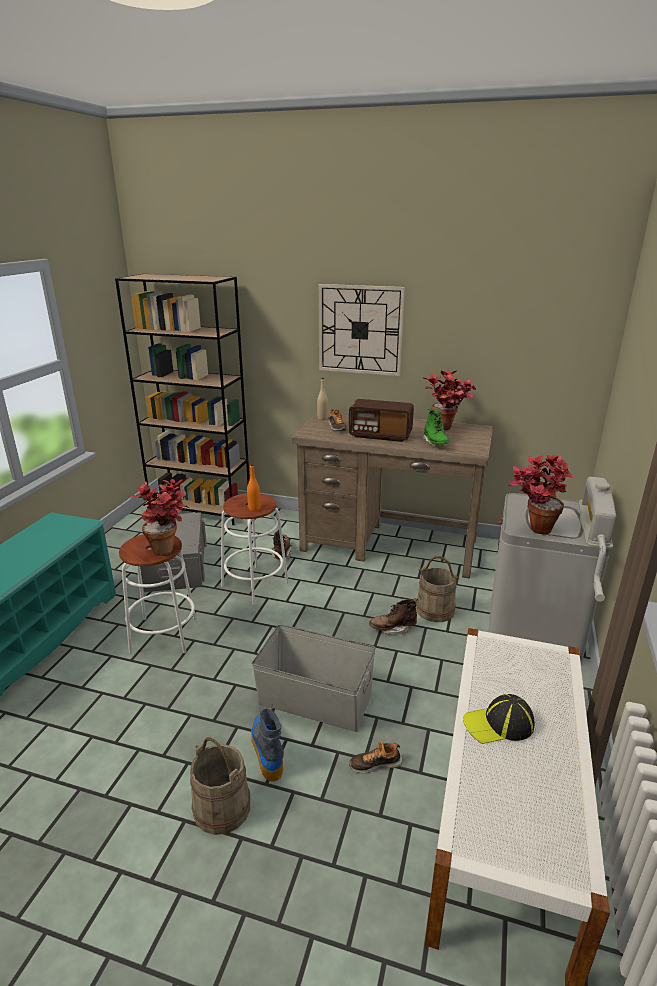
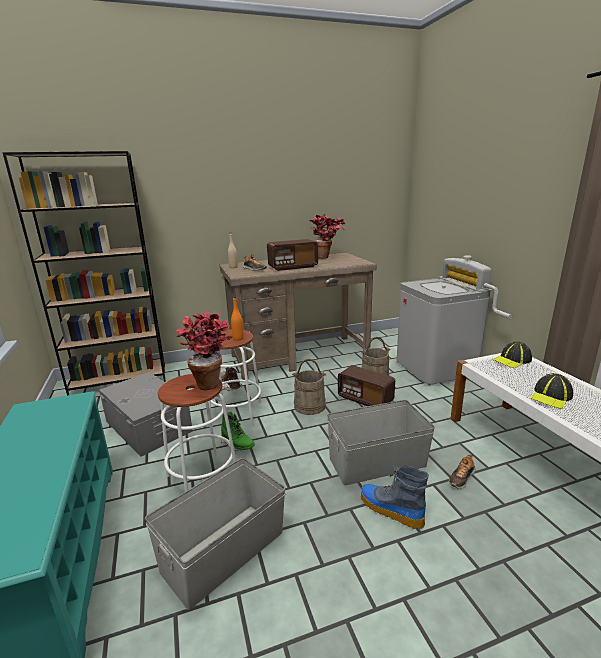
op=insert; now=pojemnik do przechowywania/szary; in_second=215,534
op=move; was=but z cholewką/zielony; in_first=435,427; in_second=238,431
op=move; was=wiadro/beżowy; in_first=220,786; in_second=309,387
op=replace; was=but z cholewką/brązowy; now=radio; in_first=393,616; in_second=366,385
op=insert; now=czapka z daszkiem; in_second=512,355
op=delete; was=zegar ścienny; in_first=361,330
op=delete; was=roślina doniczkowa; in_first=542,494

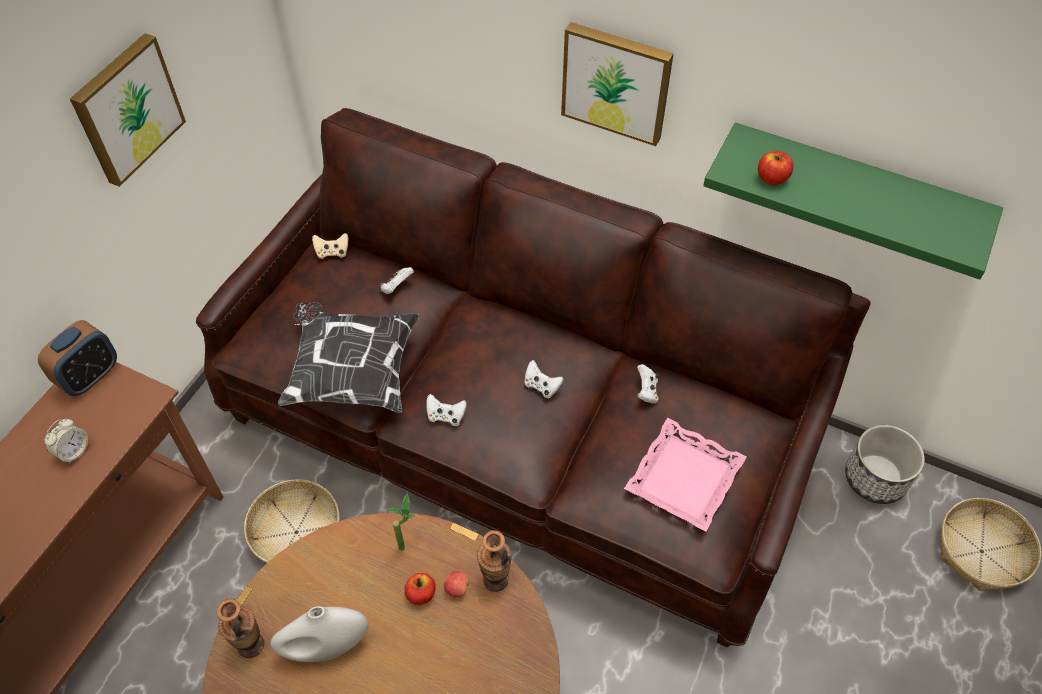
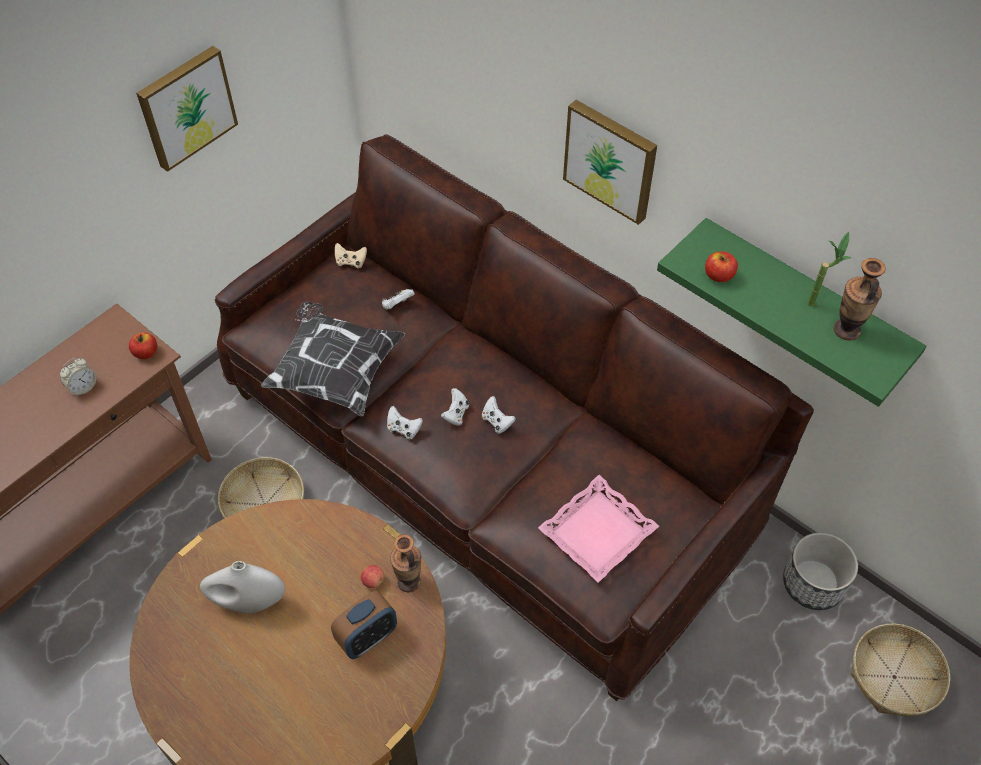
op=move; was=jabłko; in_first=420,589; in_second=143,345
op=move; was=budzik; in_first=77,358; in_second=364,625
op=move; was=pad do gier/biały; in_first=648,383; in_second=455,407
op=move; was=roślina doniczkowa; in_first=401,522; in_second=829,269
op=move; was=wazon; in_first=240,628; in_second=859,299

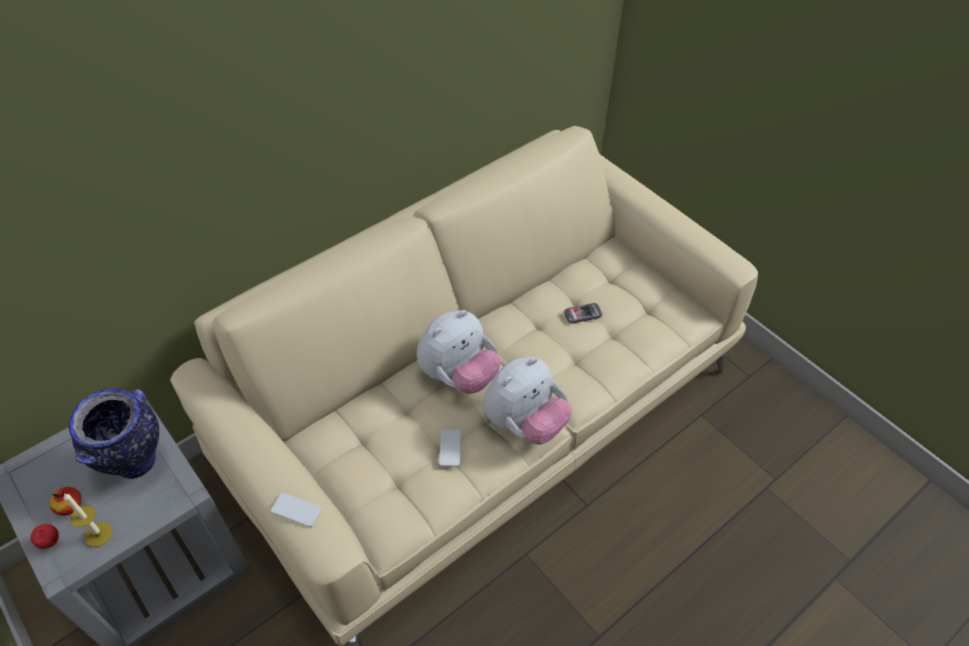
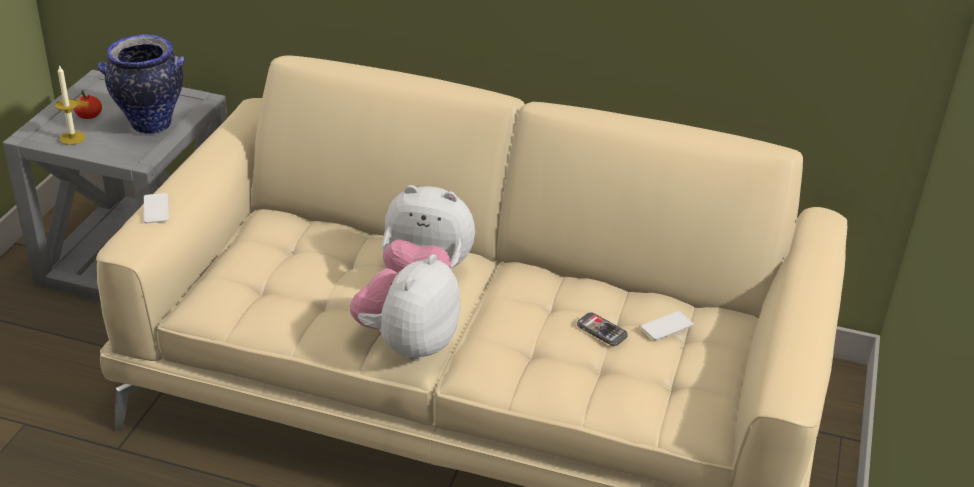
op=rotate; was=pluszak; in_first=527,401; in_second=405,307; clockwise=105
op=move; was=telefon; in_first=450,447; in_second=667,325
op=delete; was=jabłko; in_first=44,536

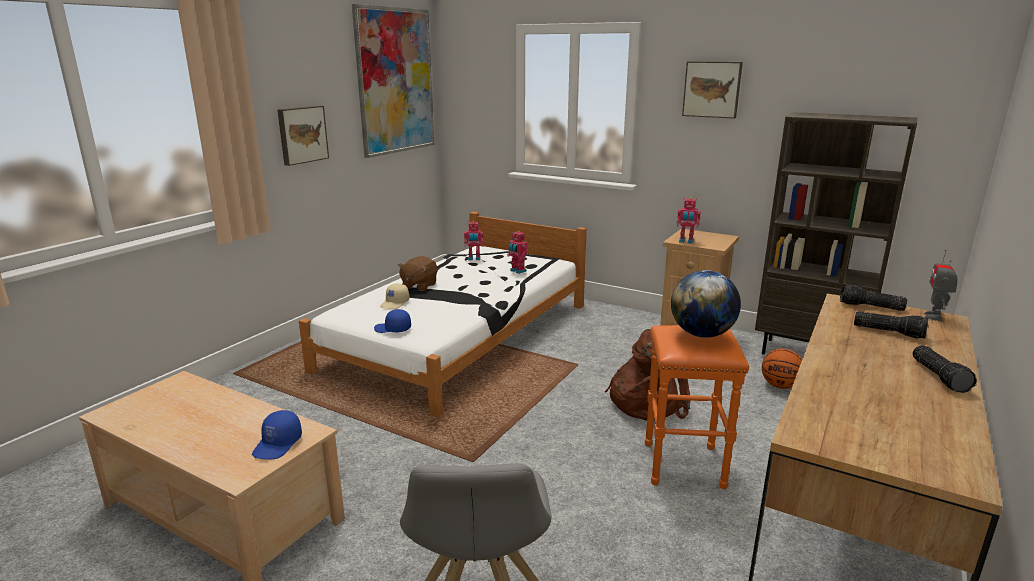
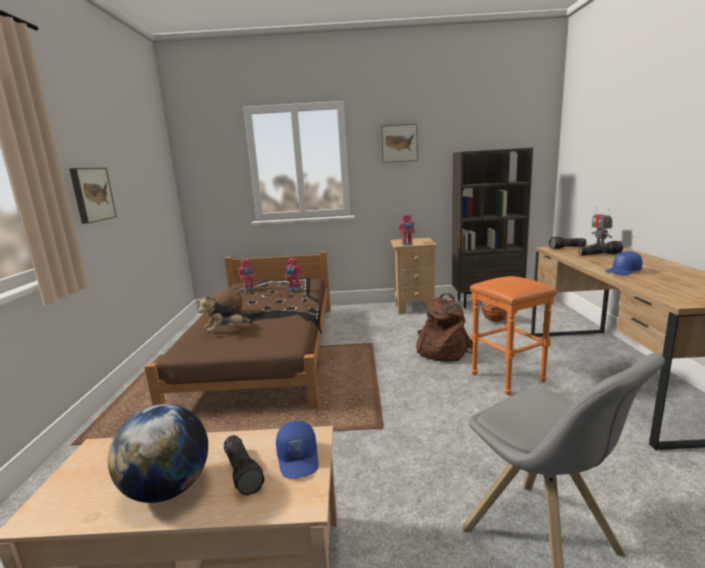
op=move; was=globus; in_first=706,304; in_second=158,453
op=recolor; was=łóżko/biały; now=łóżko/brązowy; in_first=443,314; in_second=237,330
op=replace; was=czapka z daszkiem/beżowy; now=pluszak; in_first=394,296; in_second=225,314
op=move; was=latarka; in_first=945,369; in_second=244,465
op=move; was=czapka z daszkiem/niebieski; in_first=392,321; in_second=624,263
op=delete; was=obraz; in_first=393,81

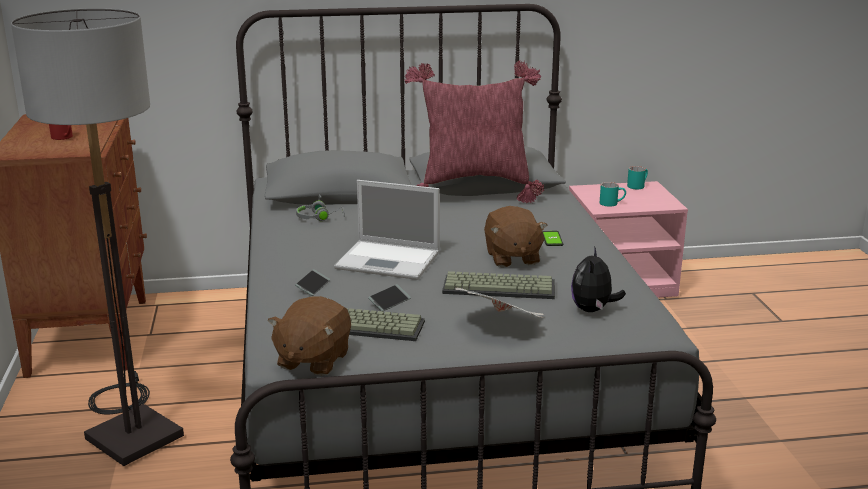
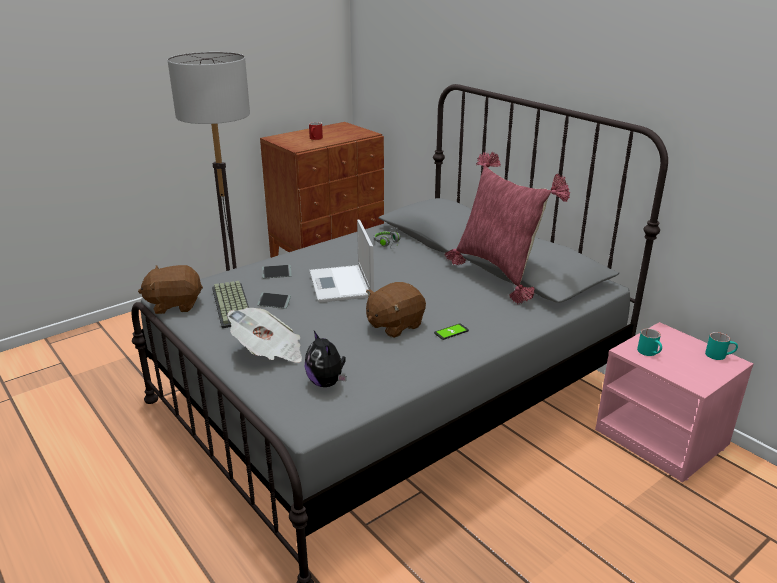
op=rotate; was=pluszak; in_first=598,279; in_second=325,359; clockwise=-105
op=delete; was=klawiatura; in_first=498,285

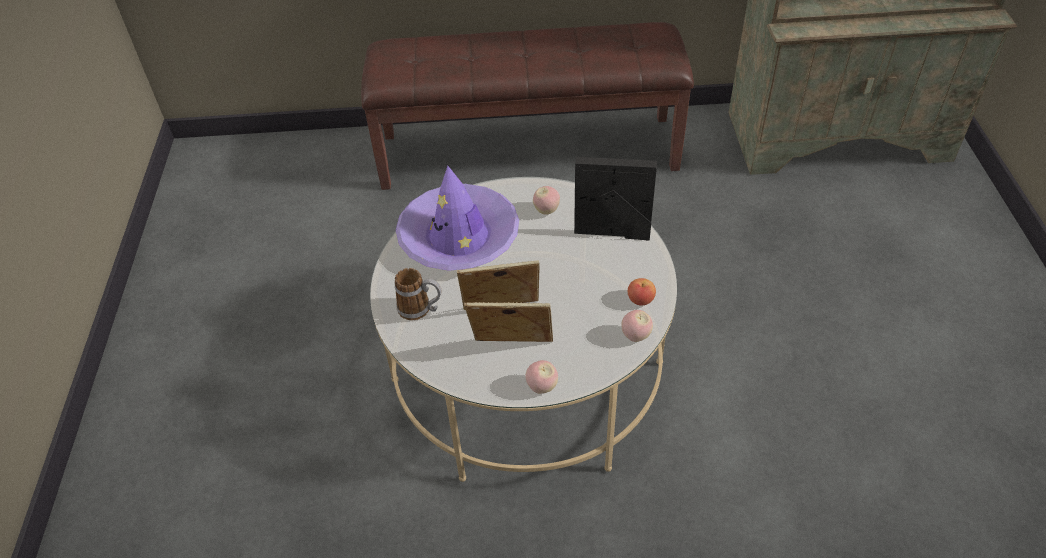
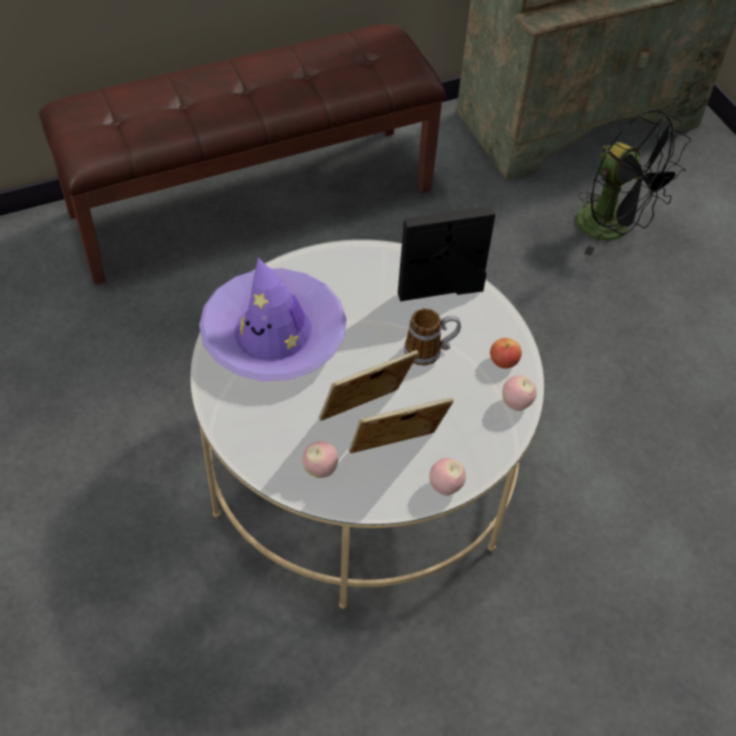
op=move; was=jabłko; in_first=546,200; in_second=320,459
op=move; was=kubek; in_first=418,294; in_second=432,337
op=insert; now=wentylator/czarny; in_second=633,183

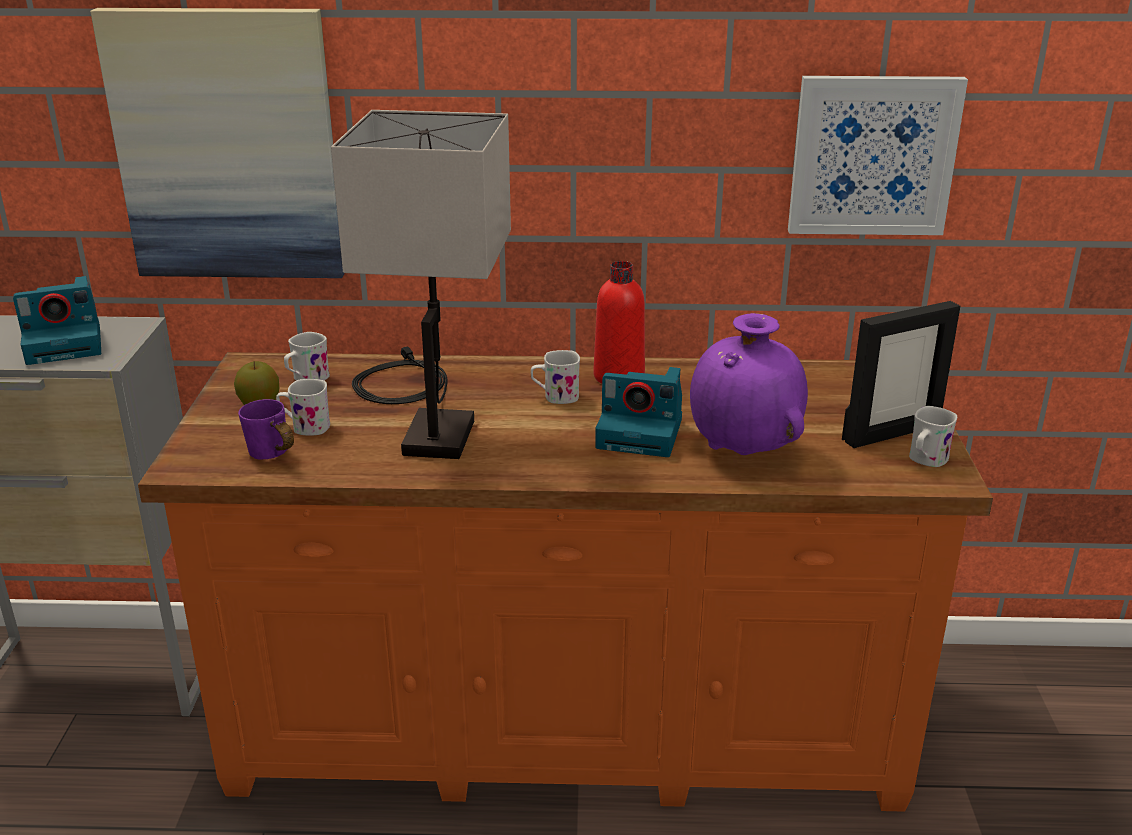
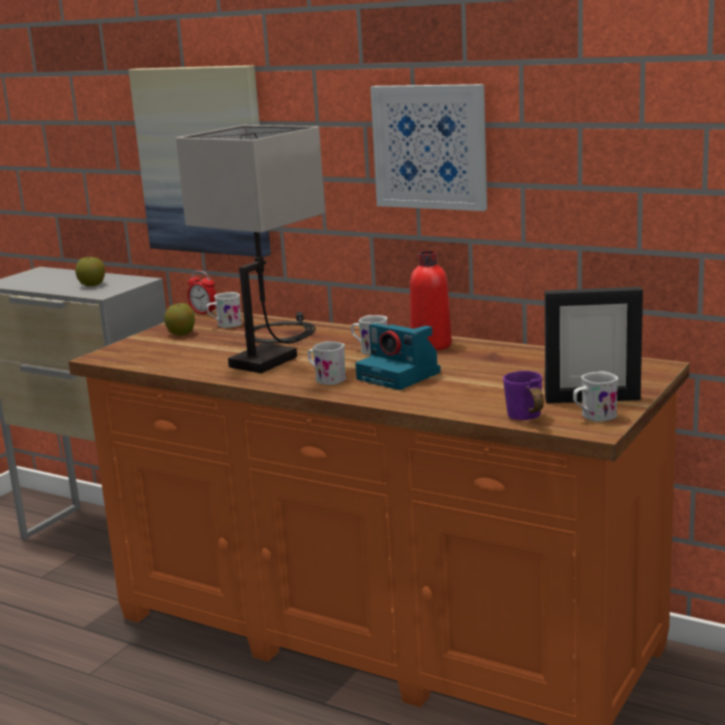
op=replace; was=aparat fotograficzny; now=jabłko; in_first=57,320; in_second=90,271
op=insert; now=budzik; in_second=201,292
op=move; was=kubek/biały; in_first=303,407; in_second=327,363
op=move; was=obraz; in_first=878,155; in_second=428,147
op=move; was=kubek/fioletowy; in_first=266,429; in_second=523,395
op=delete; was=wazon/fioletowy; in_first=749,384

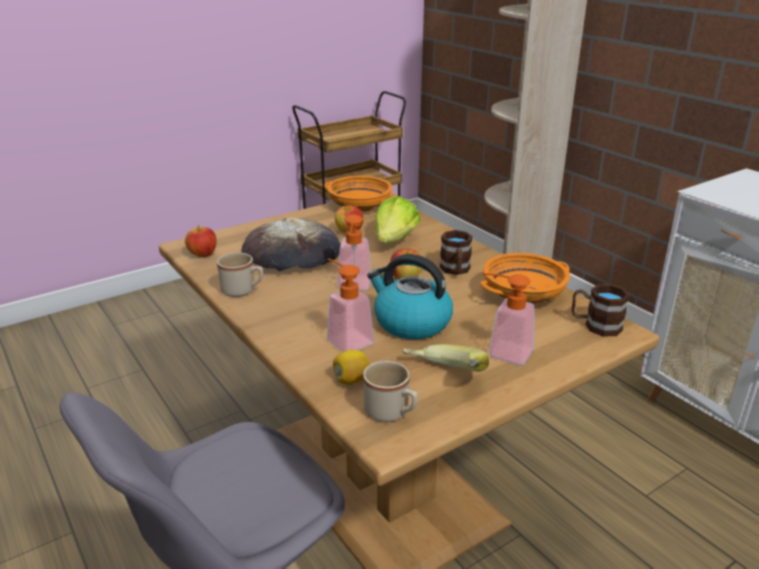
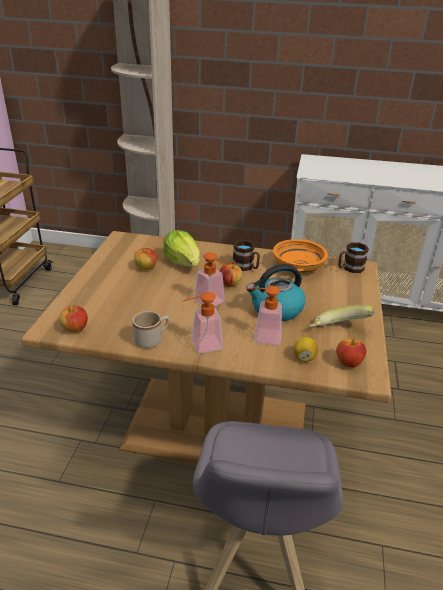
op=move; was=dozownik mydła; in_first=509,319; in_second=202,322
op=replace; was=kubek/beżowy; now=jabłko; in_first=390,391; in_second=351,353
op=delete; was=chleb; in_first=291,245
op=delete; was=miska/pomarańczowy; in_first=360,194

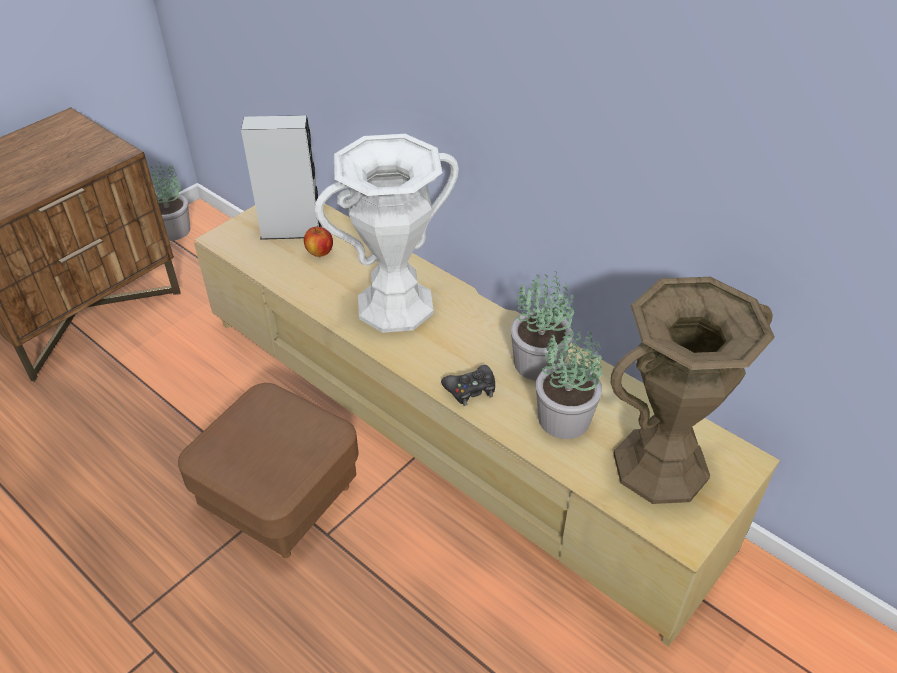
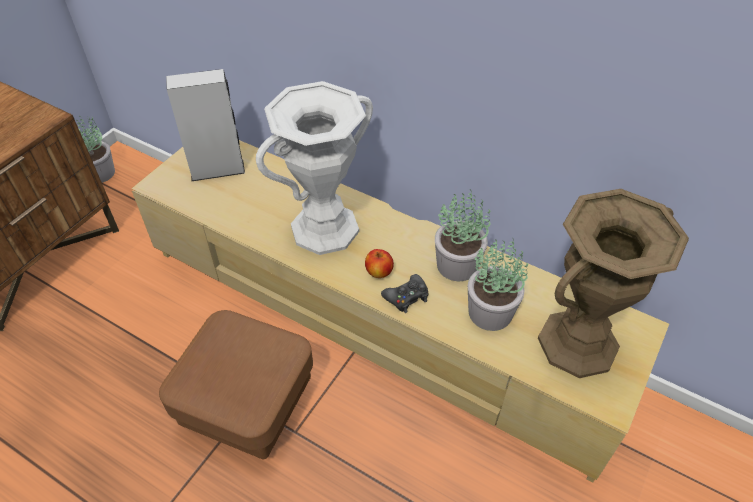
op=move; was=jabłko; in_first=318,242; in_second=379,263

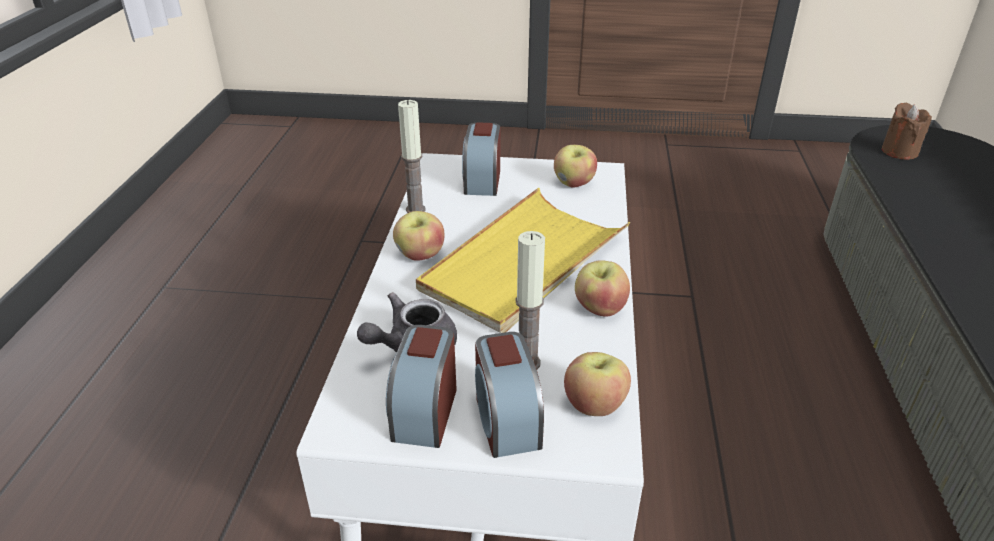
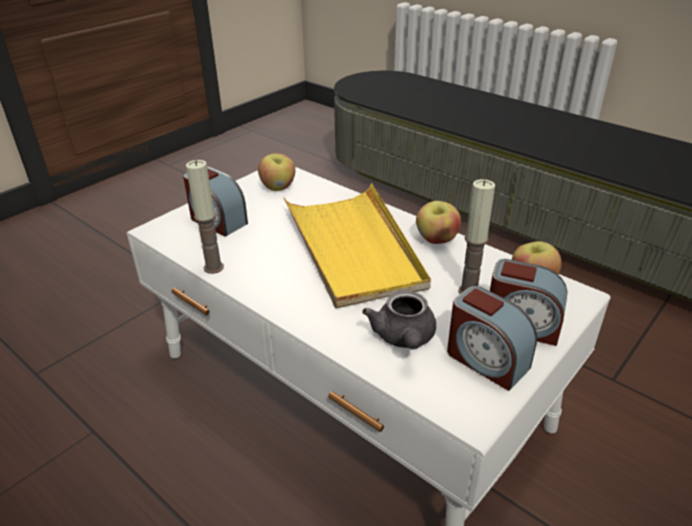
op=delete; was=jabłko; in_first=418,236
op=delete; was=świeca/brązowy; in_first=907,131

